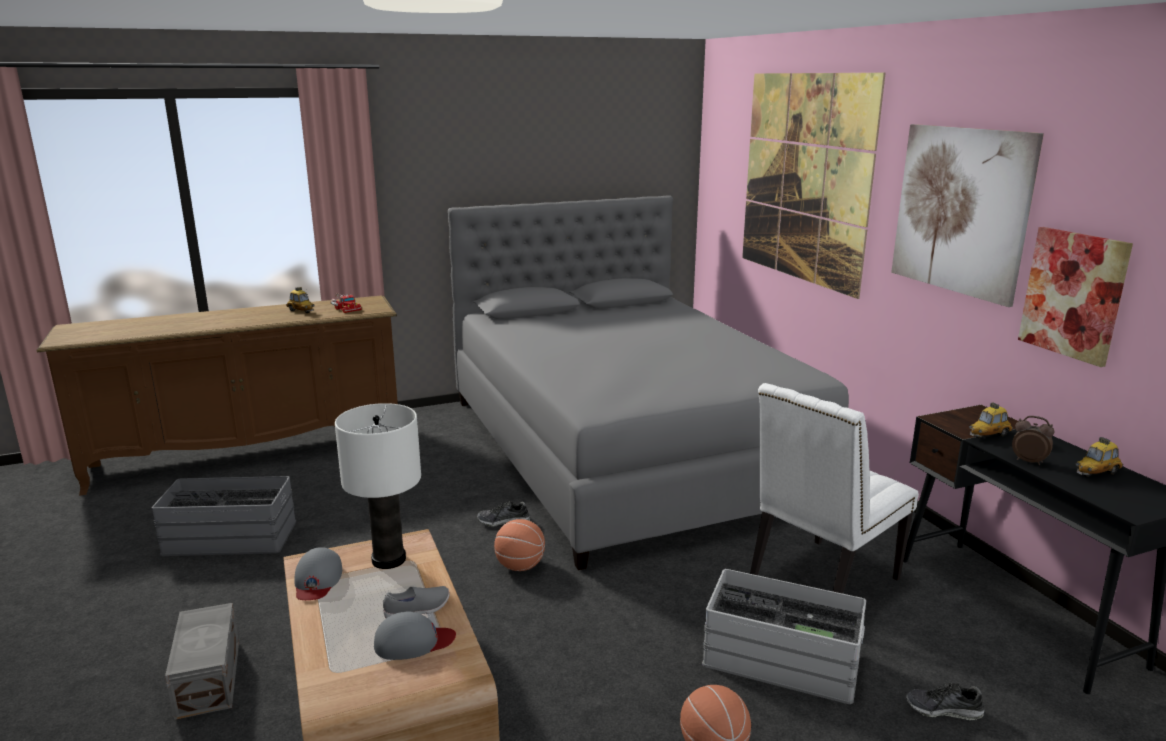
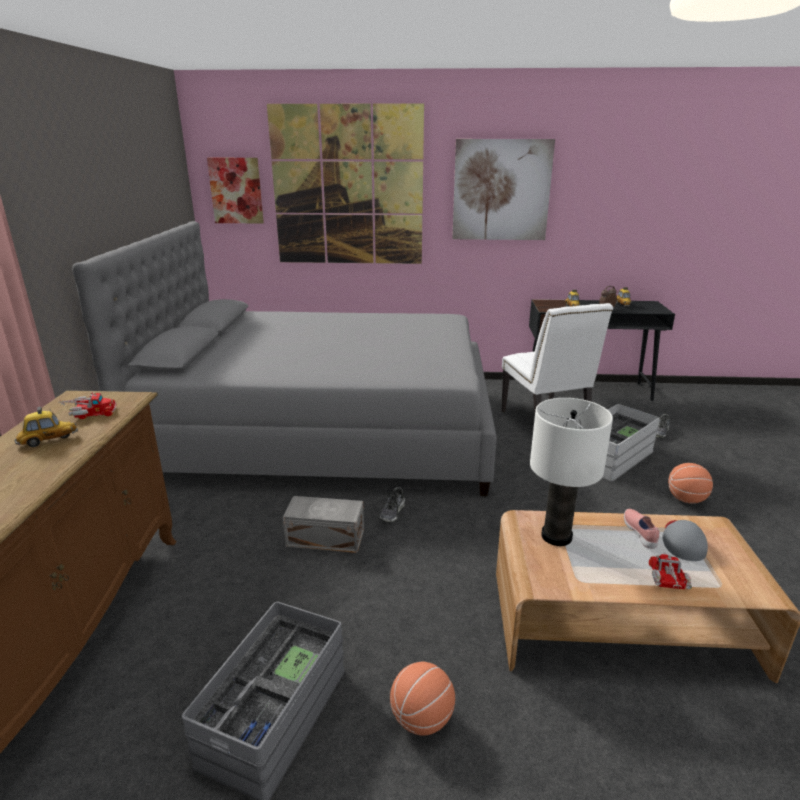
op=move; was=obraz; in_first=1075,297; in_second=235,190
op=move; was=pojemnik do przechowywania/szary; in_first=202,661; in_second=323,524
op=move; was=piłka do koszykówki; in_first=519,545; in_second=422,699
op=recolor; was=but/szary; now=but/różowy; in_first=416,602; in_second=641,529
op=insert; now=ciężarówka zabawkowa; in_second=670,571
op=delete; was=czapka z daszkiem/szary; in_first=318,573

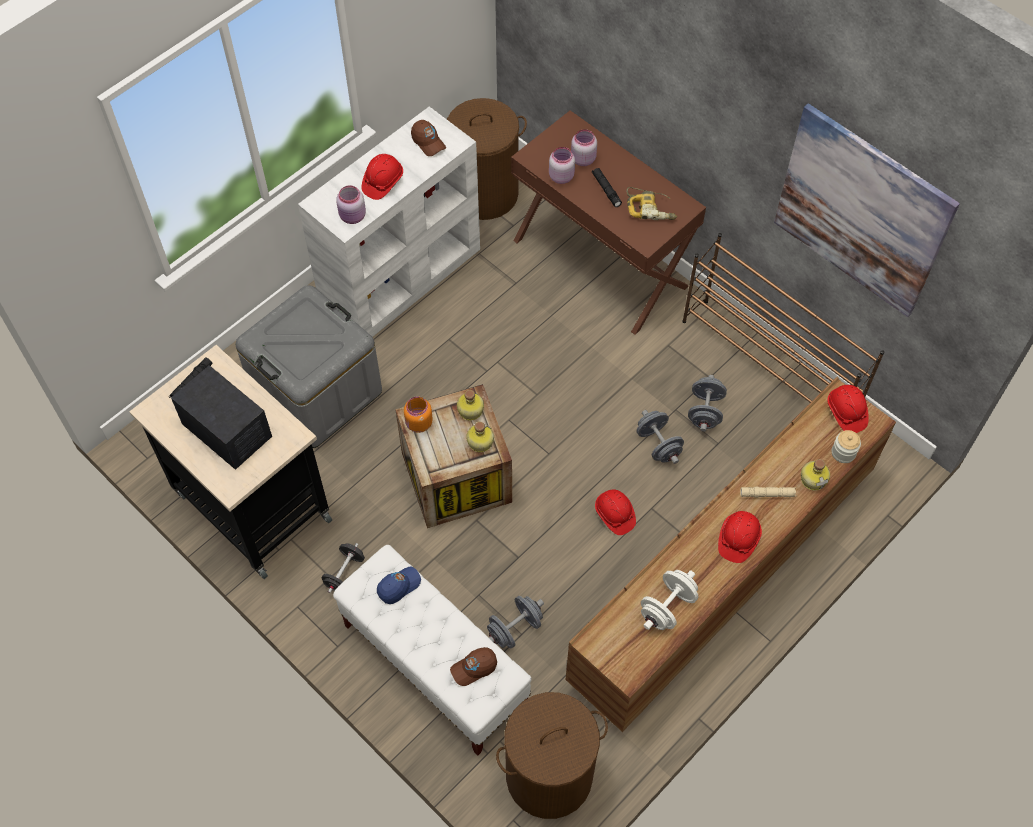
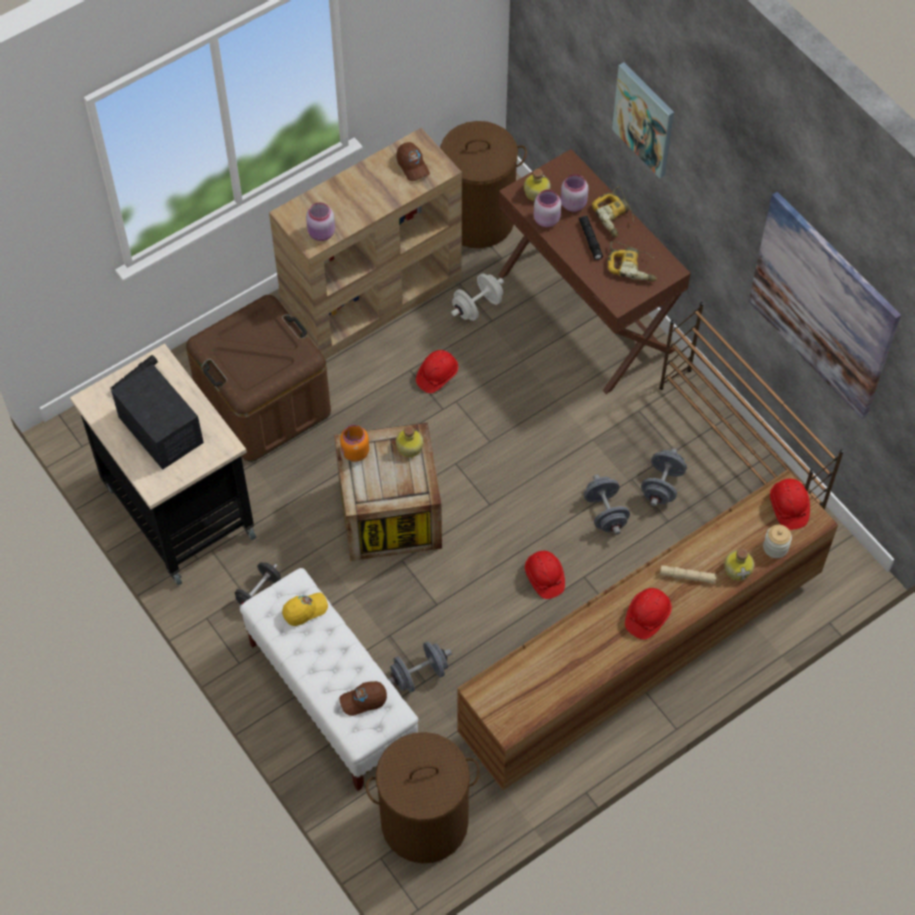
op=recolor; was=pojemnik do przechowywania/szary; now=pojemnik do przechowywania/brązowy; in_first=308,366; in_second=258,378
op=recolor; was=regał/biały; now=regał/brązowy; in_first=389,221; in_second=365,243
op=recolor; was=czapka z daszkiem/niebieski; now=czapka z daszkiem/żółty; in_first=399,585; in_second=305,609
op=move; was=kask/czerwony; in_first=382,177; in_second=437,371
op=move; was=hantel/biały; in_first=669,600; in_second=477,297
op=move; was=butelka; in_first=480,437; in_second=537,185
op=insert; now=wiertarka; in_second=613,211
op=insert; now=obraz; in_second=643,120

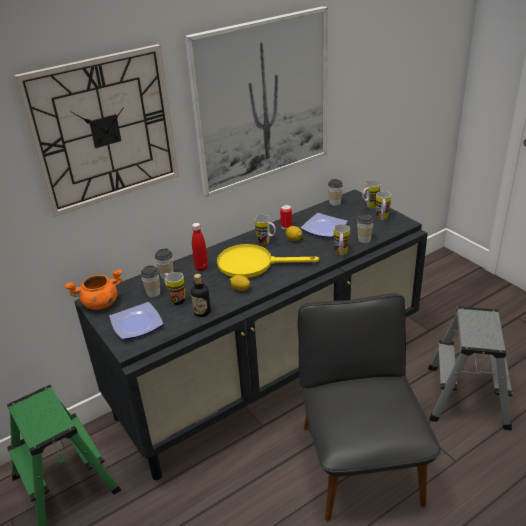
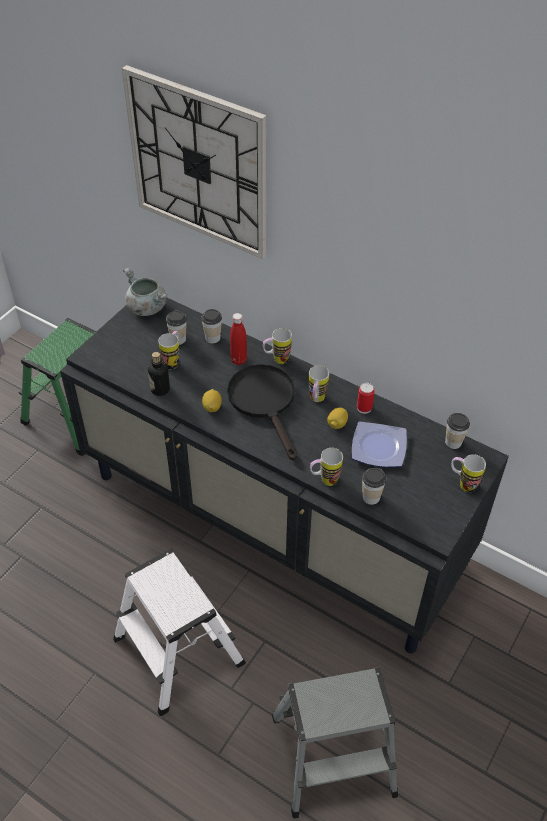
op=replace; was=krzesło/czarny; now=drabinka/biały; in_first=369,407; in_second=179,632
op=recolor; was=garnek/pomarańczowy; now=garnek/szary; in_first=93,289; in_second=145,292
op=recolor; was=patelnia/żółty; now=patelnia/czarny; in_first=268,261; in_second=262,412
op=move; was=kubek; in_first=383,205; in_second=277,346
op=delete; was=talerz; in_first=136,321
op=delete; was=obraz; in_first=256,101

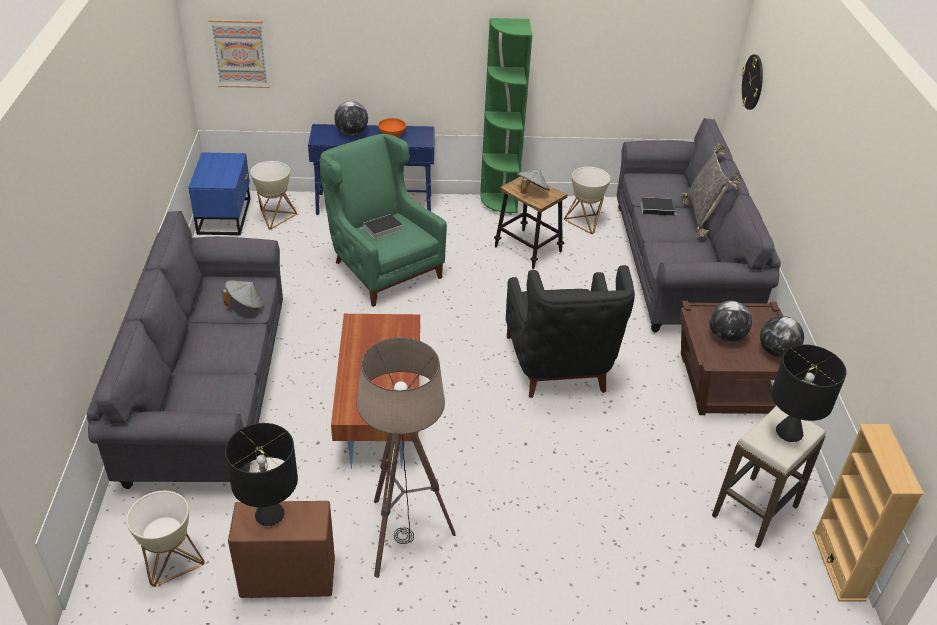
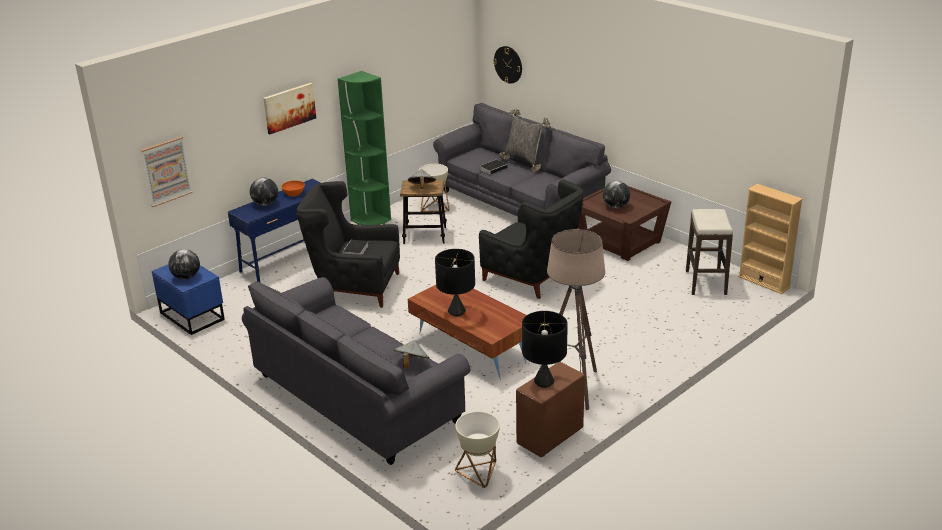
op=move; was=globus; in_first=782,337; in_second=184,264
op=insert; now=obraz; in_second=289,108
op=recolor; was=fotel/zielony; now=fotel/czarny; in_first=383,220; in_second=348,244
op=move; was=kapelusz/szary; in_first=242,294; in_second=412,354
op=move; was=lampa stołowa/czarny; in_first=809,393; in_second=455,282
op=delete; was=donica; in_first=273,195

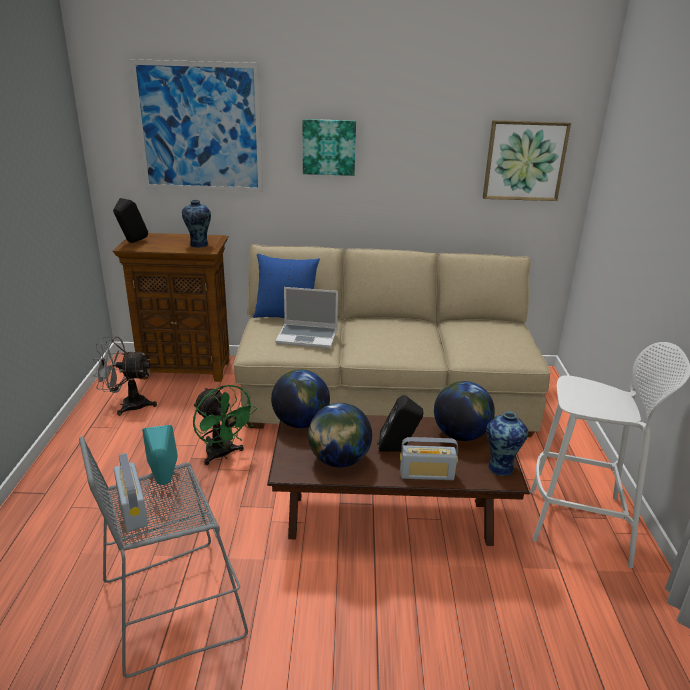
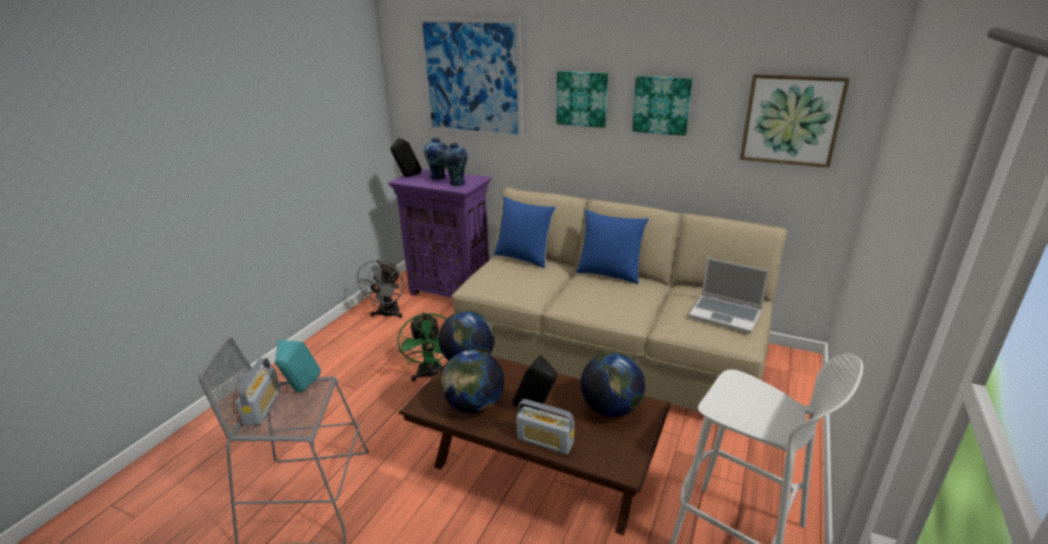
op=rotate; was=wentylator/szary; in_first=125,376; in_second=379,289; clockwise=-105
op=recolor; was=szafka/brązowy; now=szafka/fioletowy; in_first=170,307; in_second=440,233
op=move; was=wazon; in_first=507,443; in_second=435,159
op=insert; now=poduszka/niebieski; in_second=612,247
op=insert; now=obraz; in_second=662,106
op=move; was=laptop; in_first=306,317; in_second=729,295

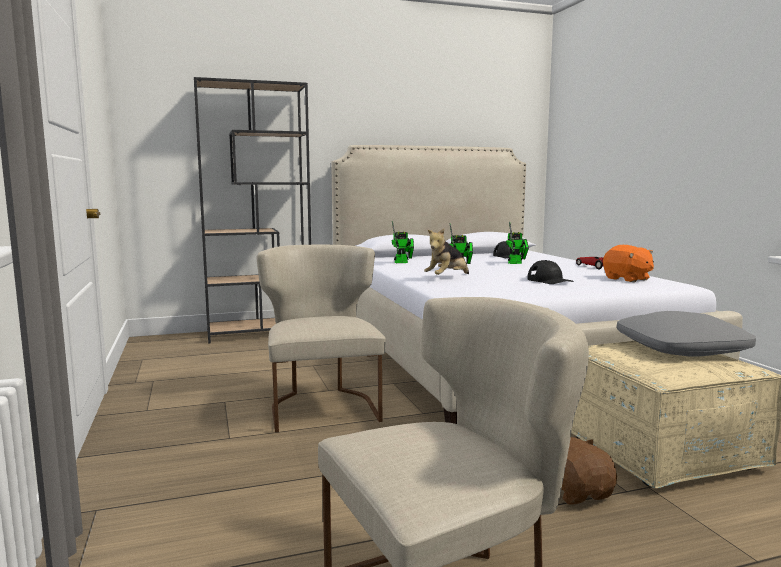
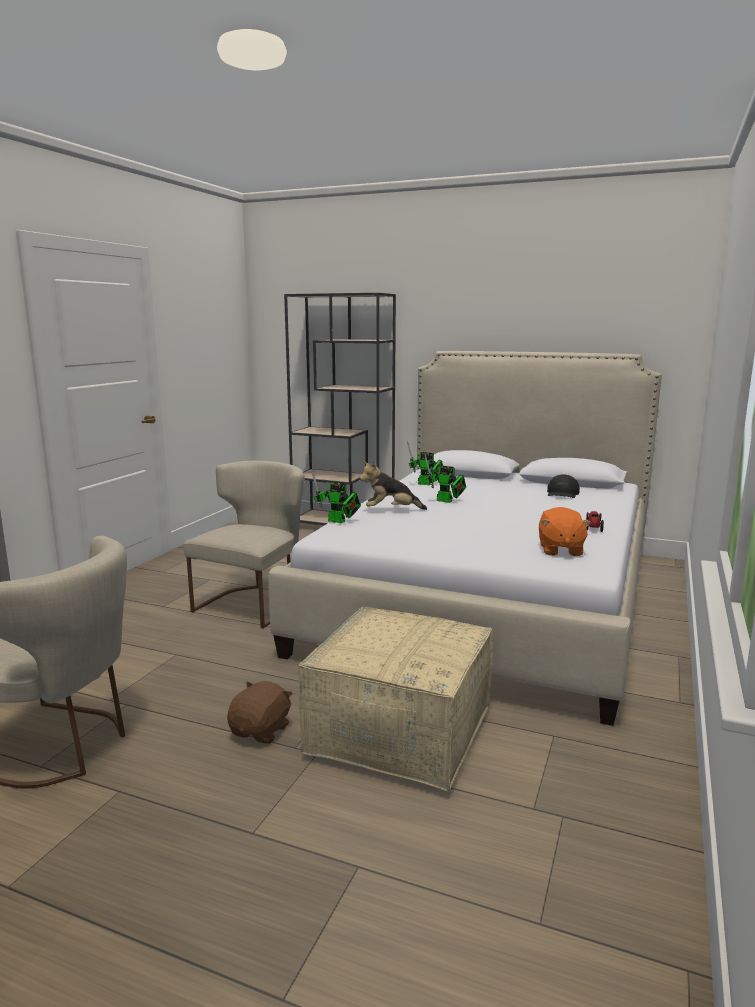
op=move; was=robot zabawkowy; in_first=517,242; in_second=336,496
op=delete; was=czapka z daszkiem/czarny; in_first=550,272
op=delete; was=poduszka/szary; in_first=686,333

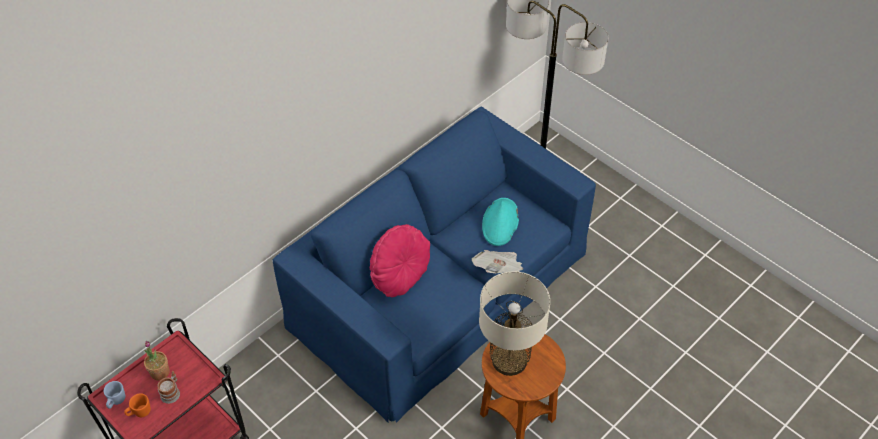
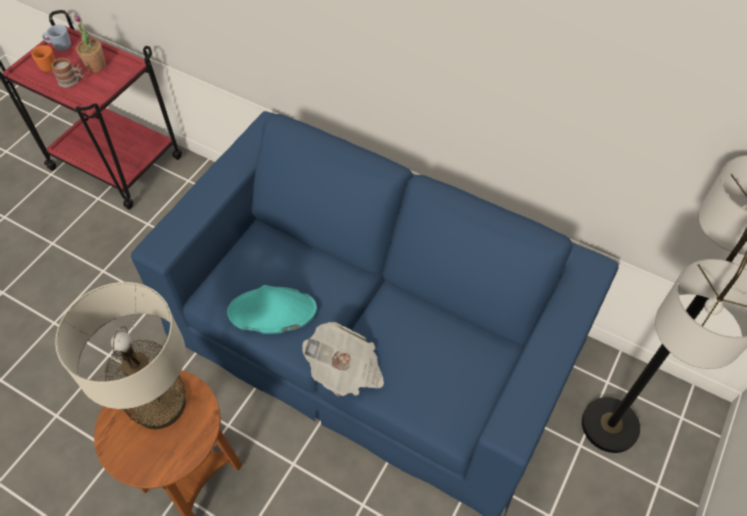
op=move; was=kapelusz/turkusowy; in_first=500,222; in_second=272,309
op=delete; was=poduszka/różowy; in_first=400,260

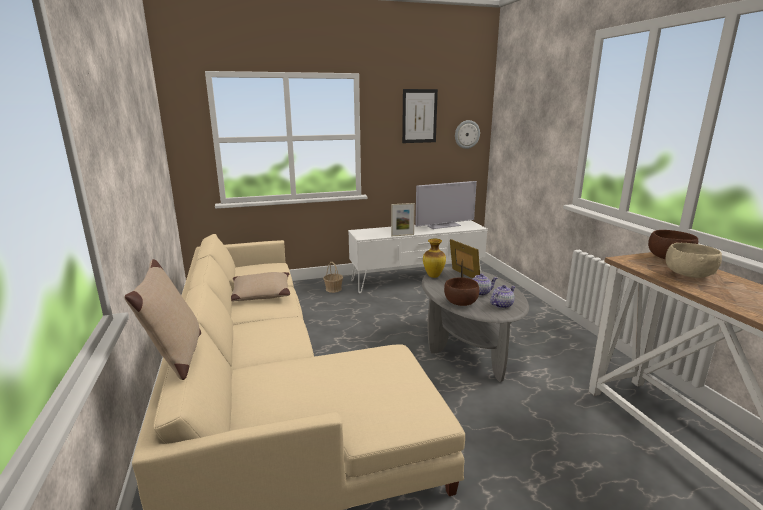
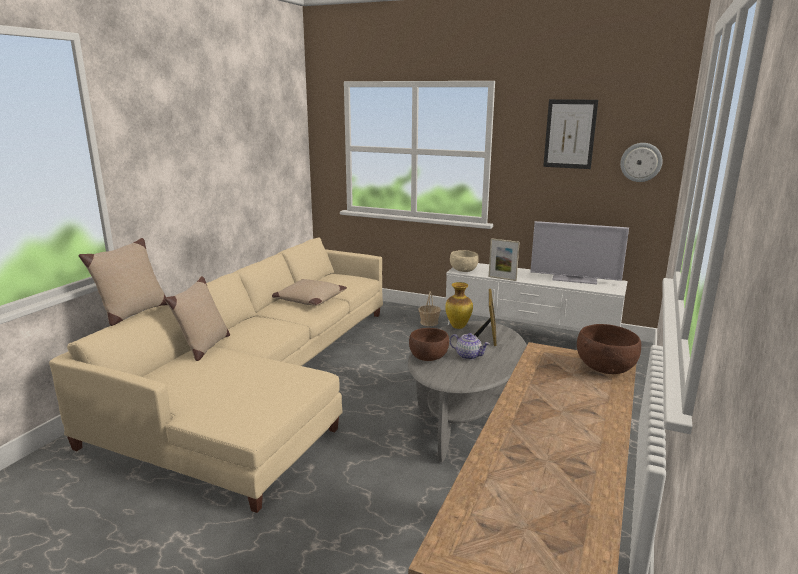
op=insert; now=poduszka/beżowy; in_second=197,318
op=move; was=miska/beżowy; in_first=694,260; in_second=464,261
op=delete; was=imbryk; in_first=503,297

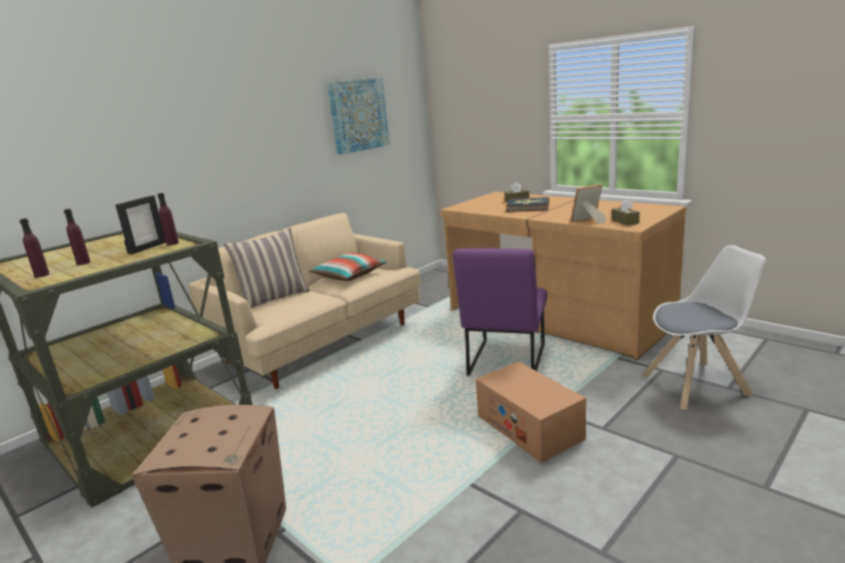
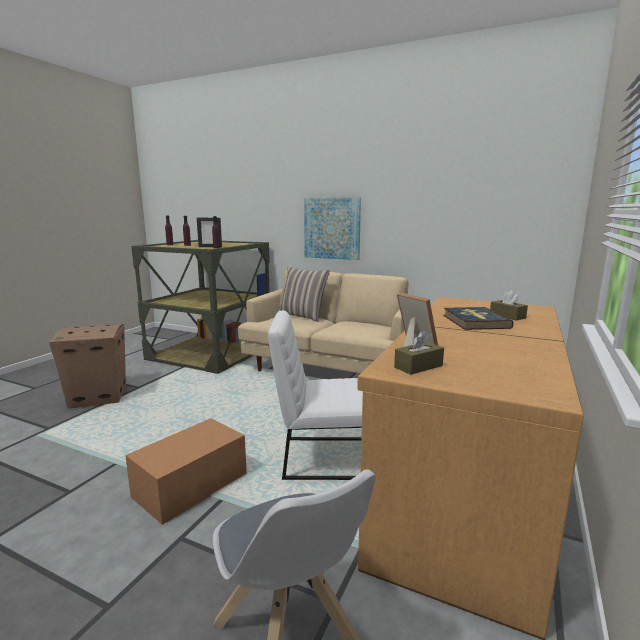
op=recolor; was=krzesło/fioletowy; now=krzesło/biały; in_first=500,312; in_second=315,395
op=move; was=obraz; in_first=358,116; in_second=332,228
op=delete; was=poduszka; in_first=348,267

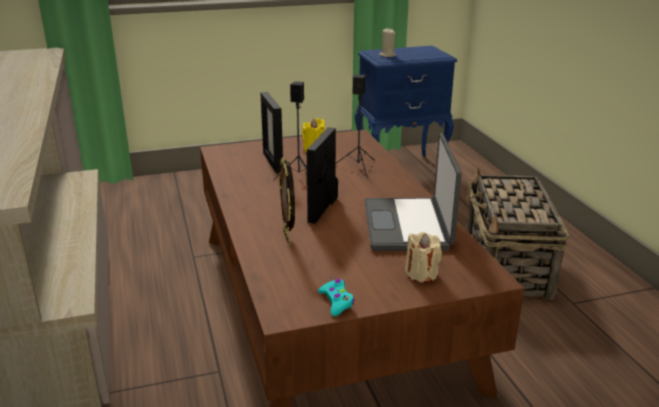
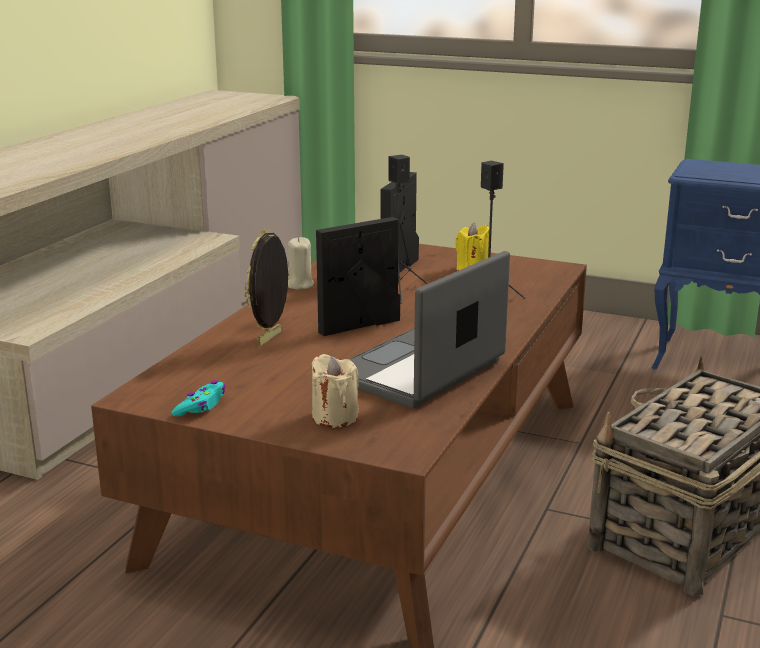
op=move; was=świeca/beżowy; in_first=387,43; in_second=301,263

